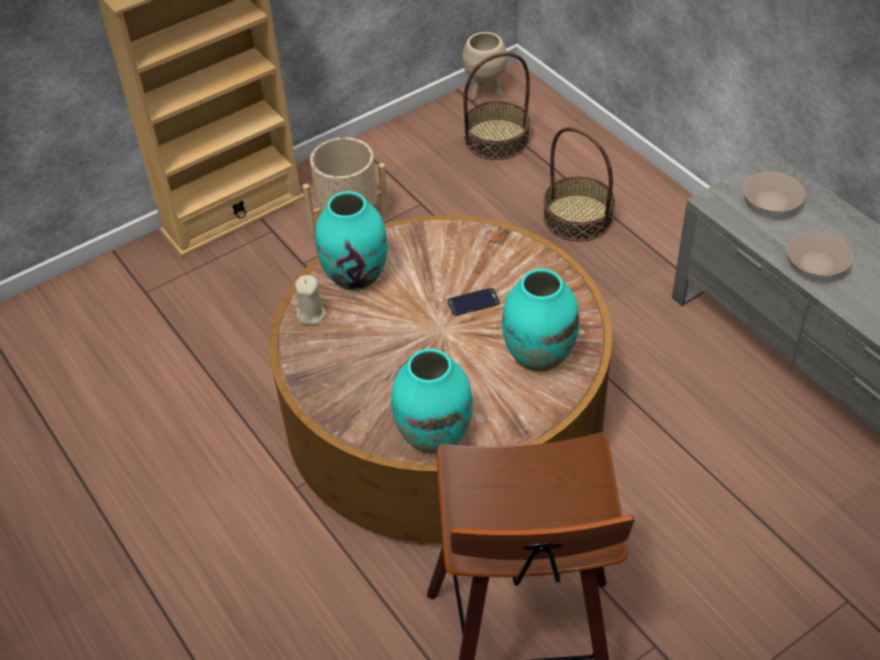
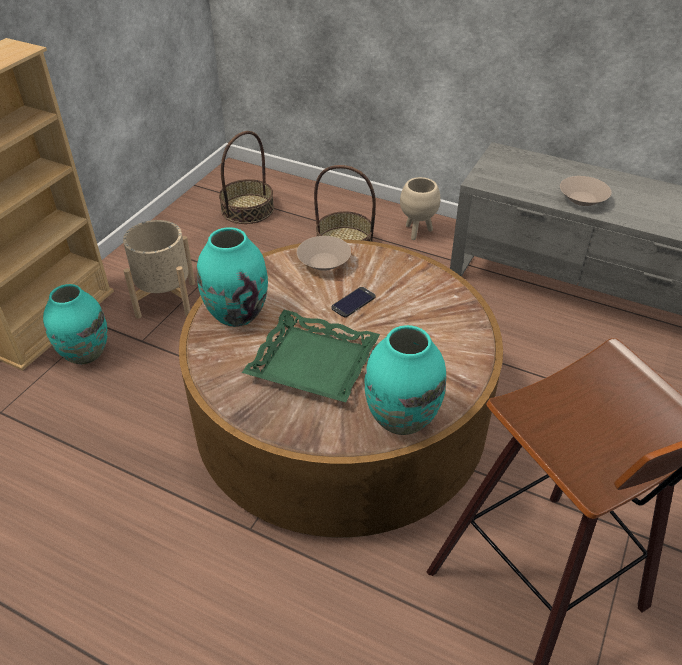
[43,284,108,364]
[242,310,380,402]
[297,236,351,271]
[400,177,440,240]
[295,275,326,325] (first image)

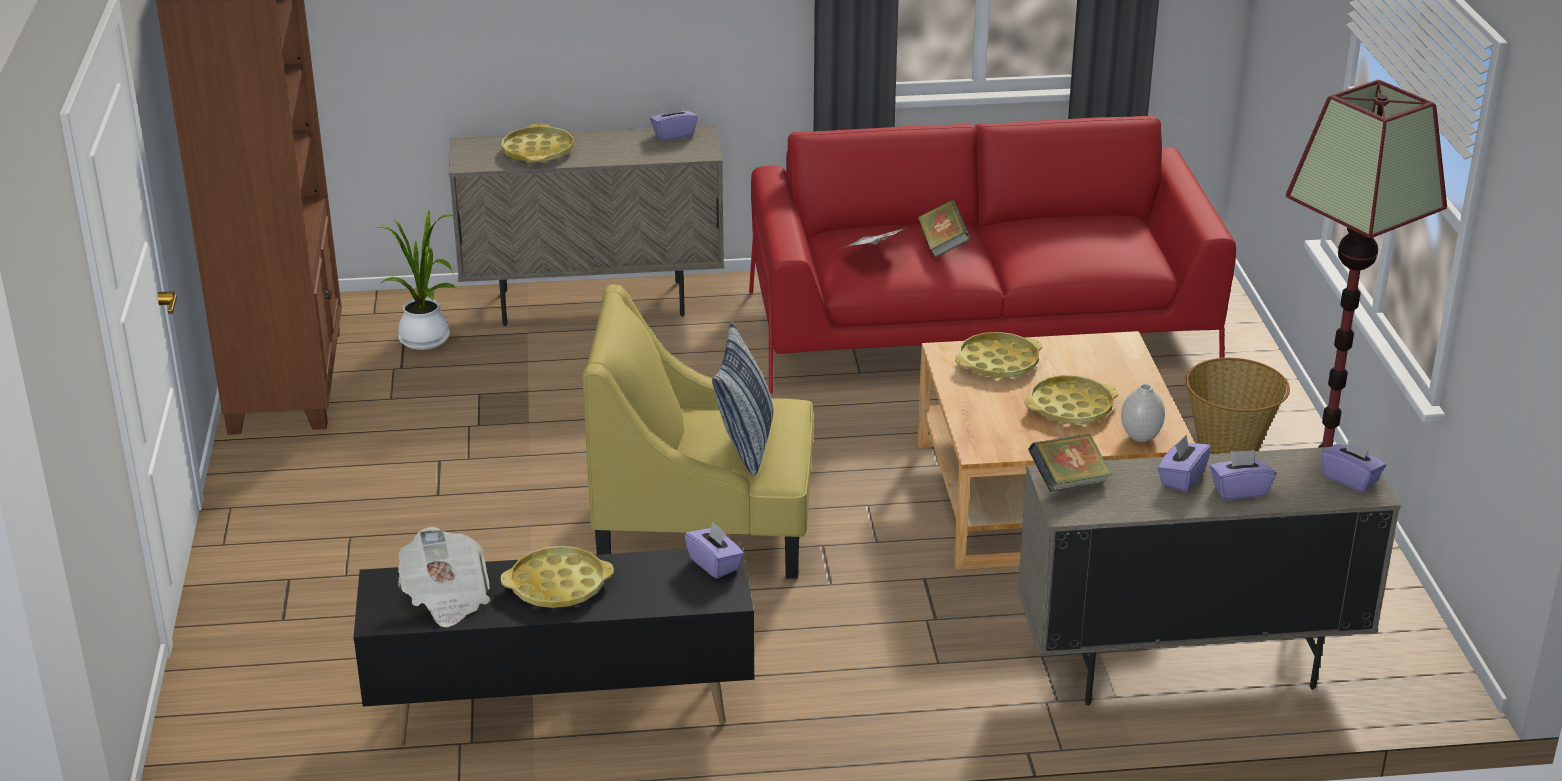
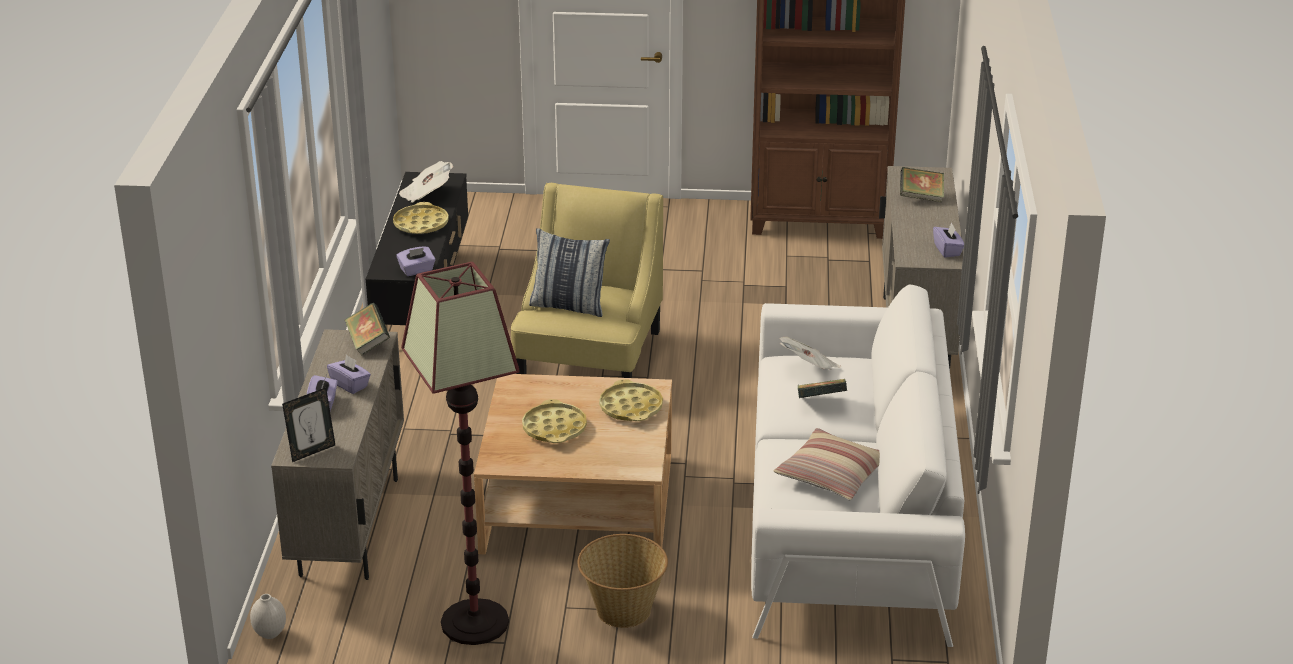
[250,594,286,639]
[282,387,335,462]
[751,284,965,647]
[773,428,880,500]
[900,167,944,202]
[376,209,458,350] (first image)

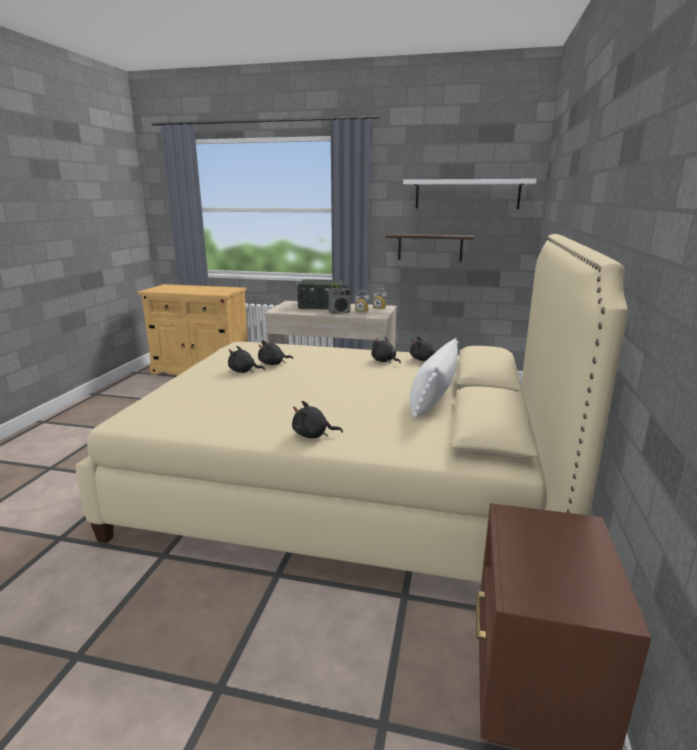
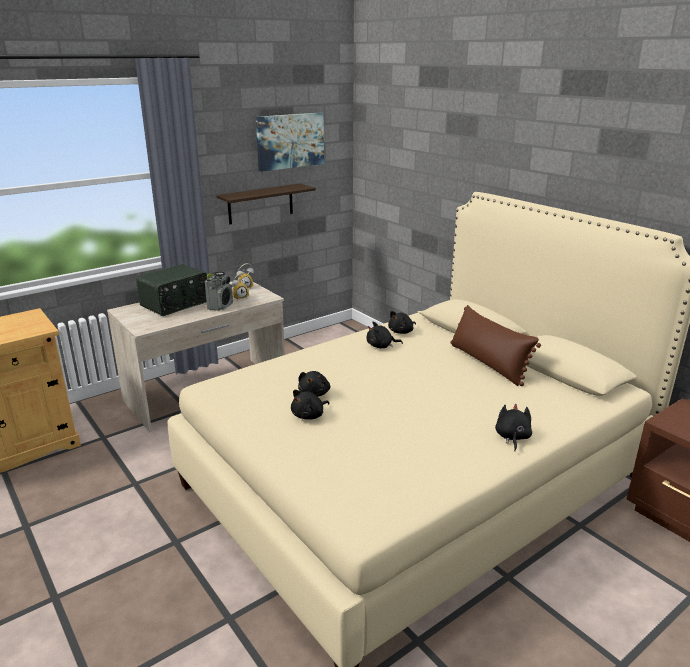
[256,112,324,172]
[450,305,541,386]
[495,404,532,451]

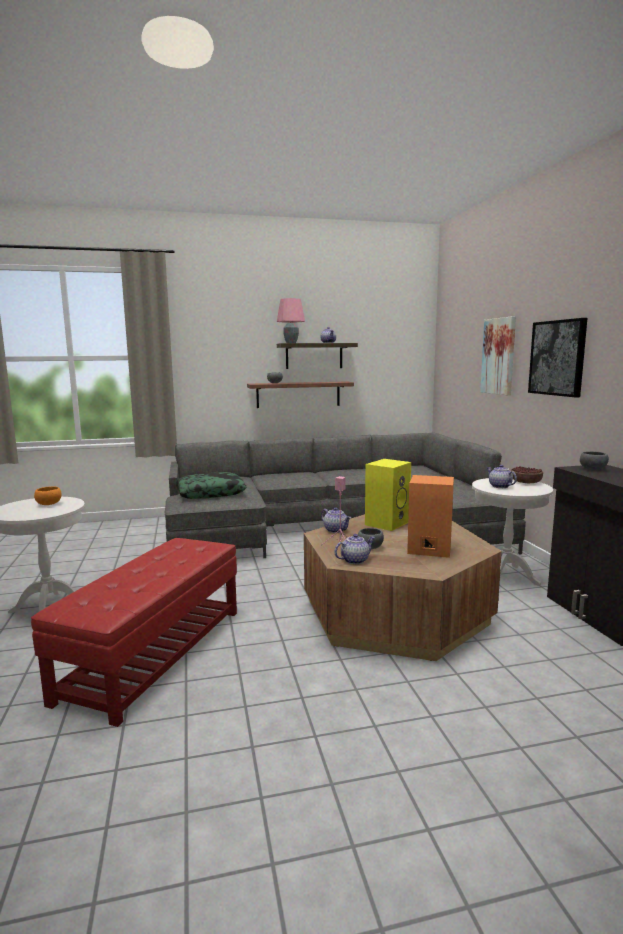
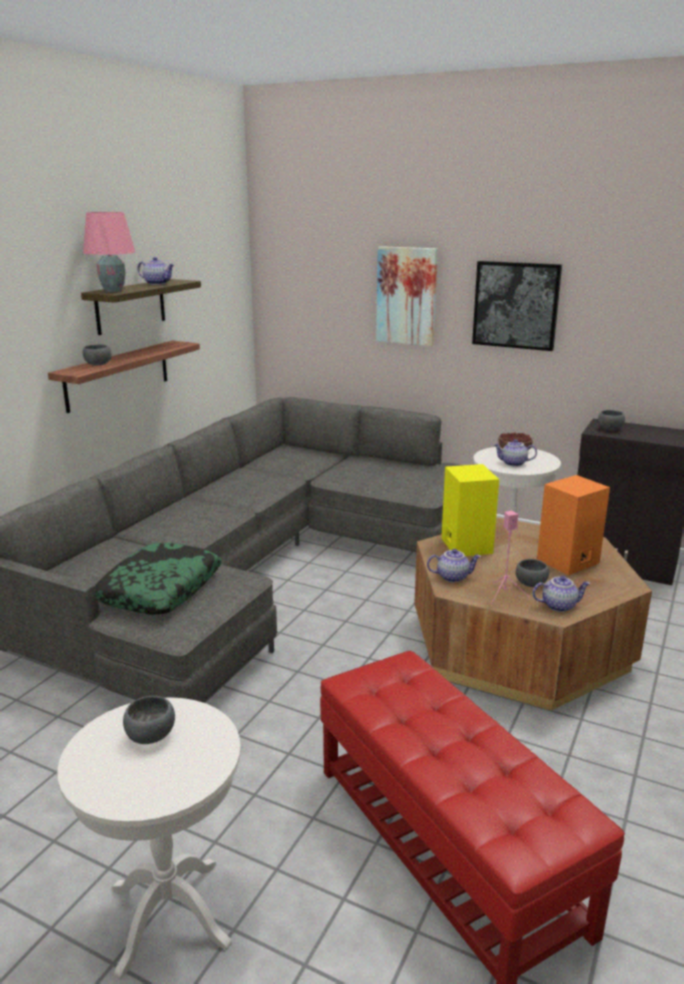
[123,696,175,744]
[532,576,590,612]

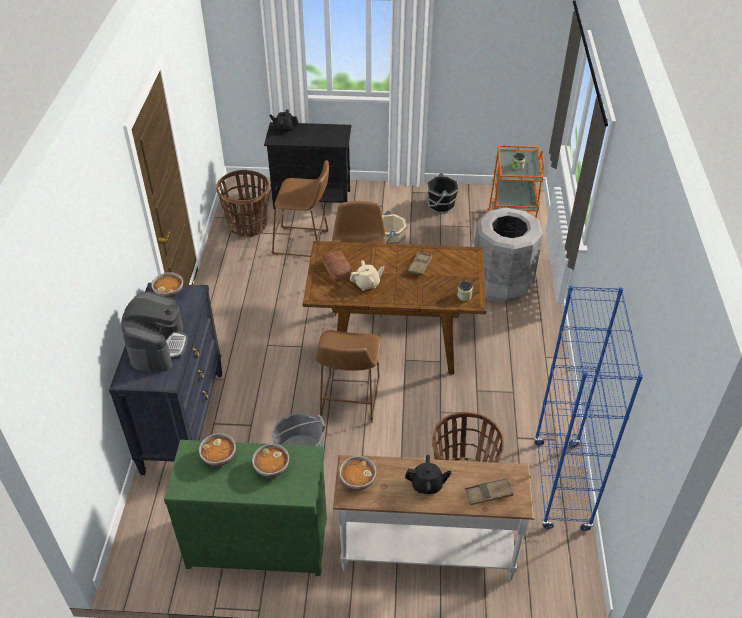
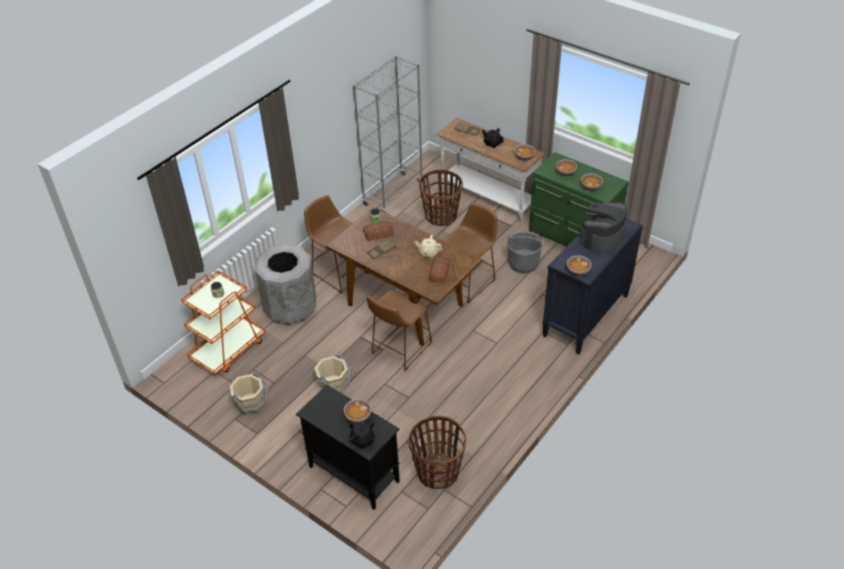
[229,373,267,415]
[304,195,369,294]
[344,399,371,423]
[353,56,423,213]
[363,221,394,241]

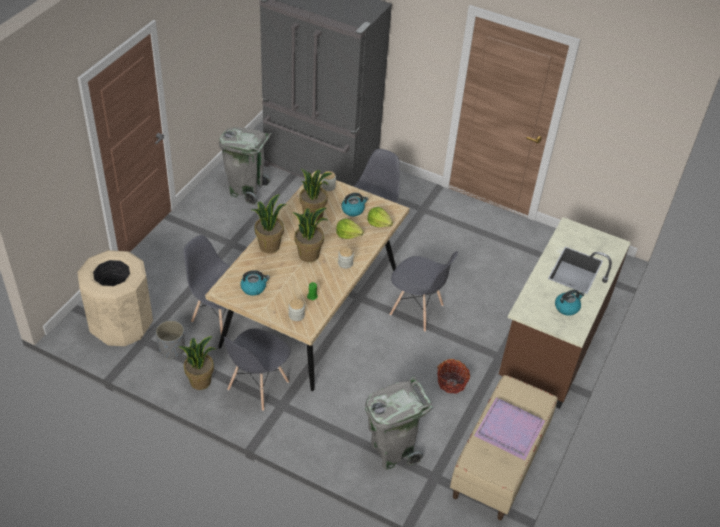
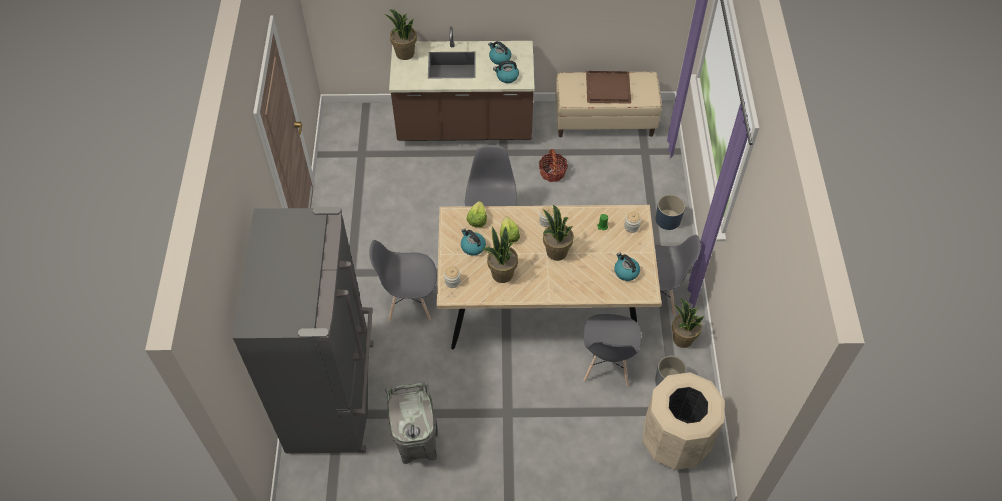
[384,9,417,60]
[493,60,519,83]
[586,71,631,104]
[655,195,685,230]
[365,376,433,470] (first image)

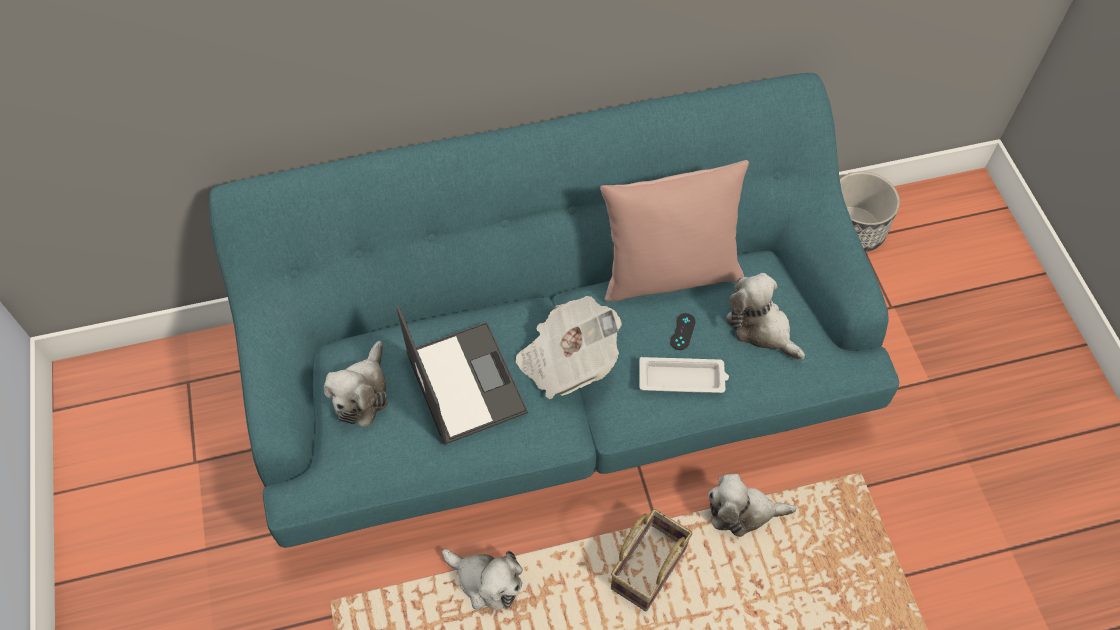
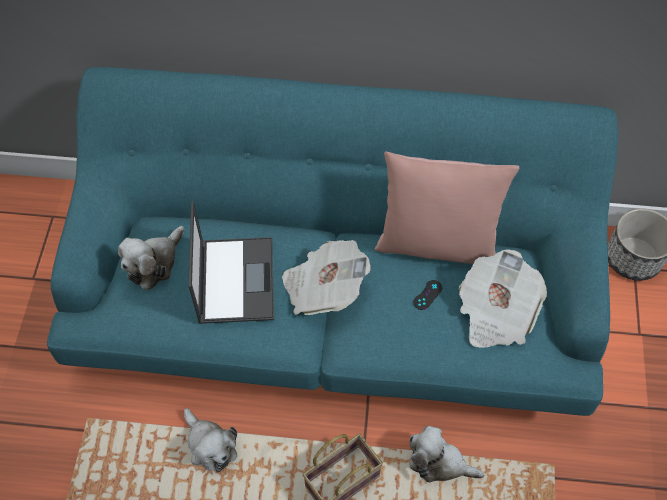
[458,249,547,348]
[639,357,729,393] (first image)

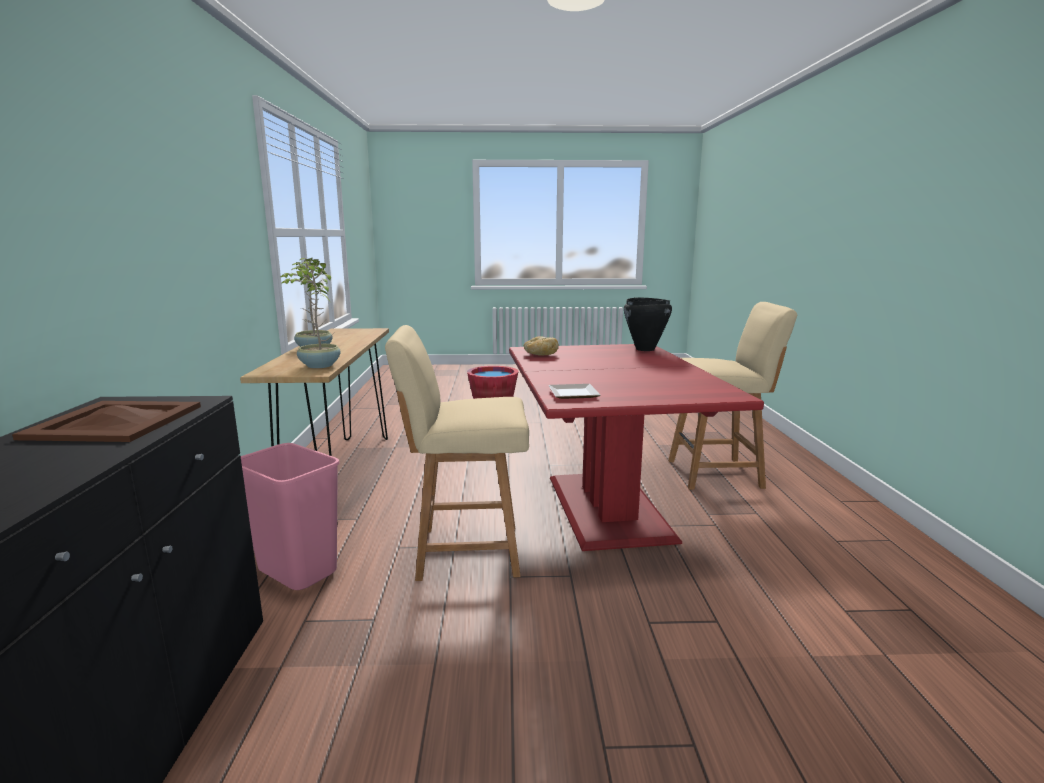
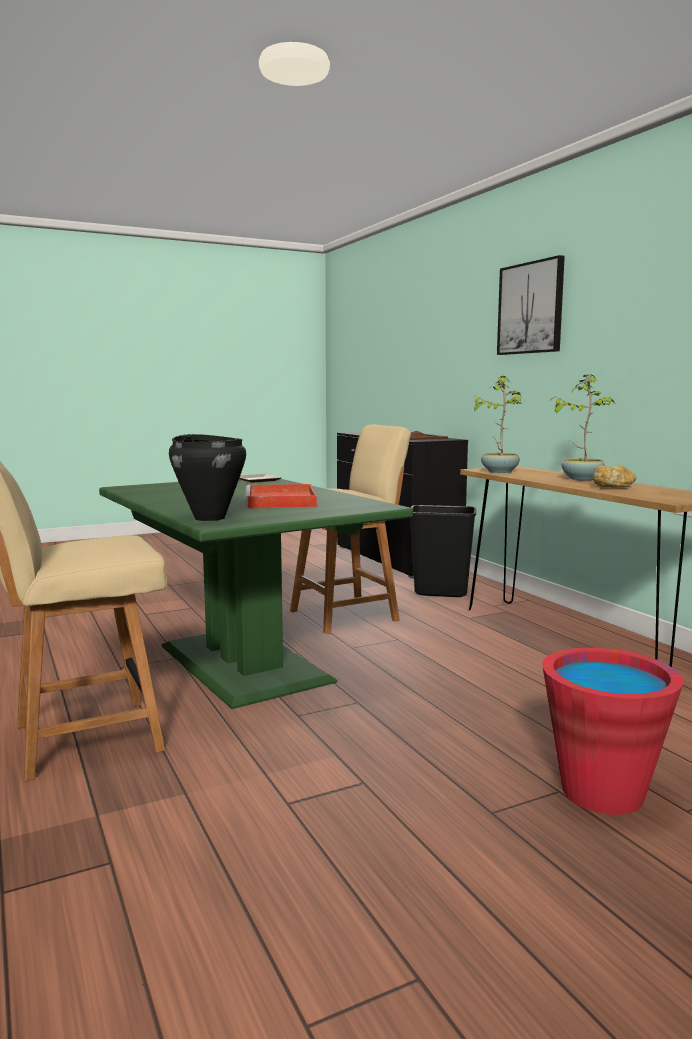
[99,479,413,709]
[244,484,317,509]
[410,505,476,597]
[497,255,565,355]
[593,466,636,488]

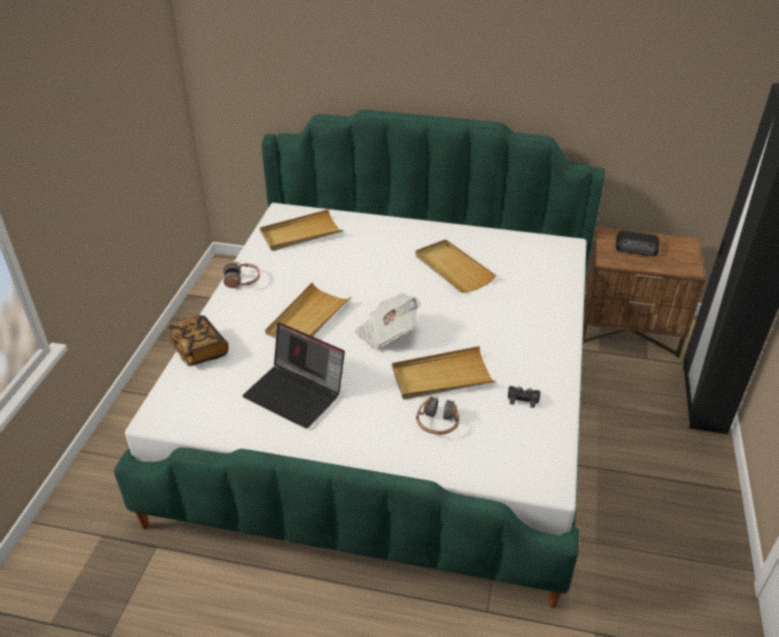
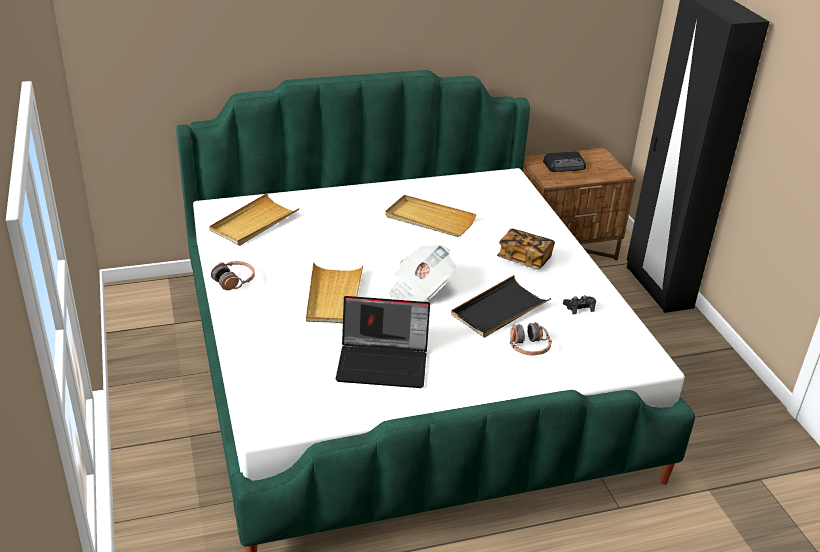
[451,275,551,338]
[497,229,555,269]

